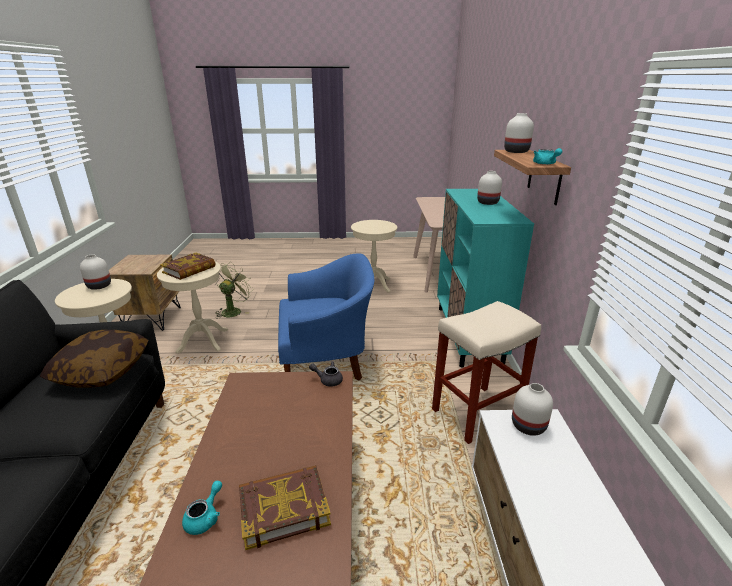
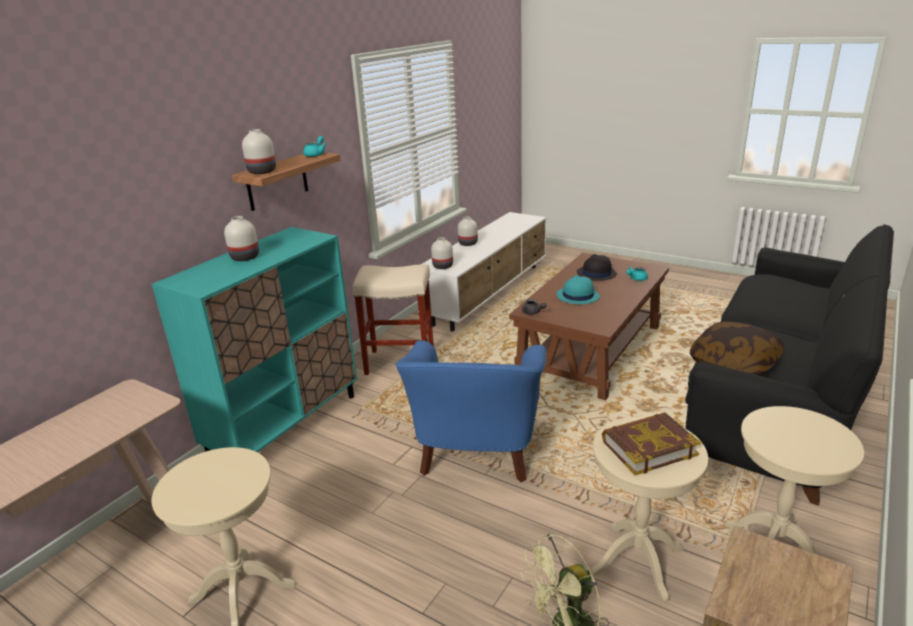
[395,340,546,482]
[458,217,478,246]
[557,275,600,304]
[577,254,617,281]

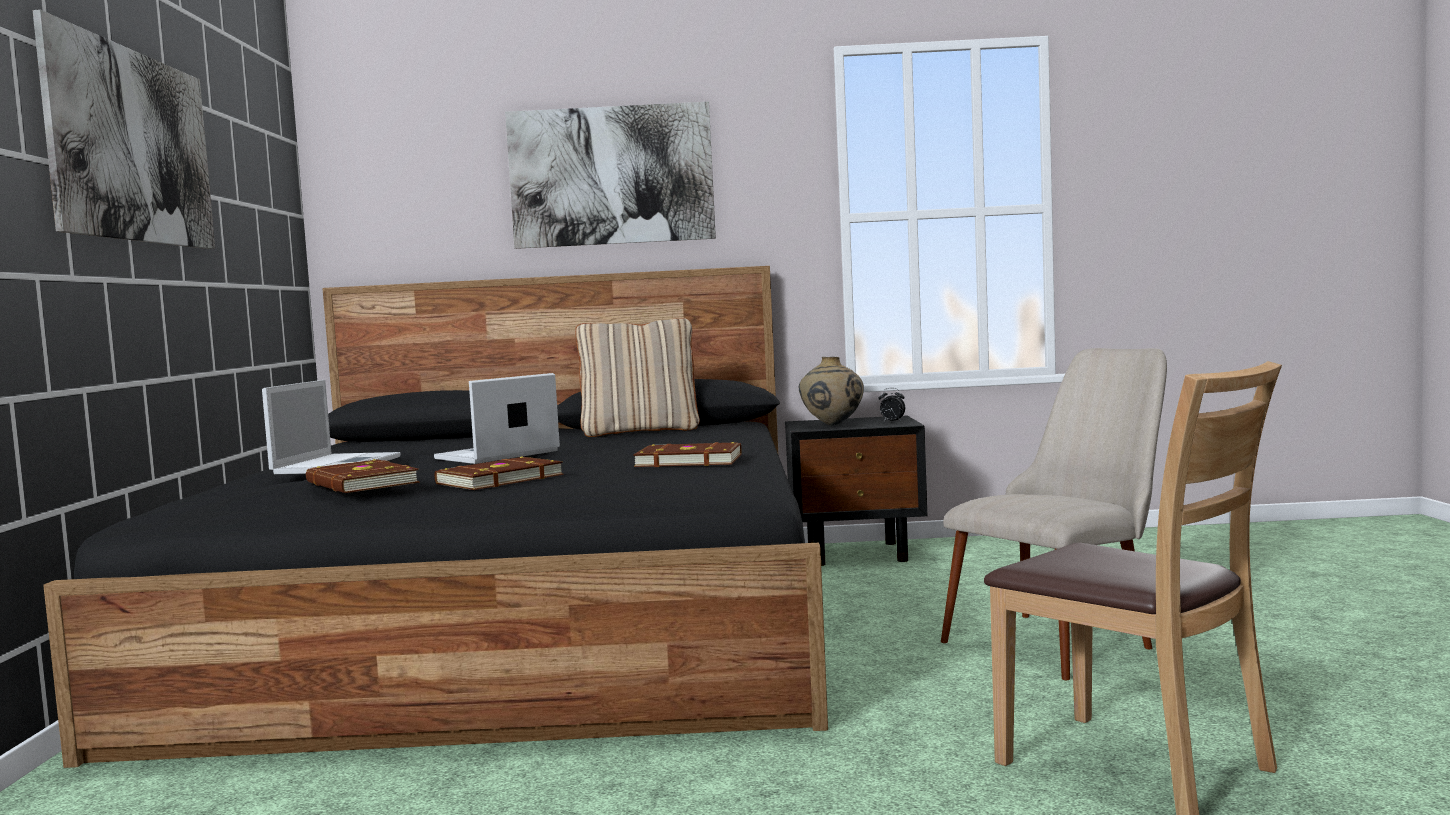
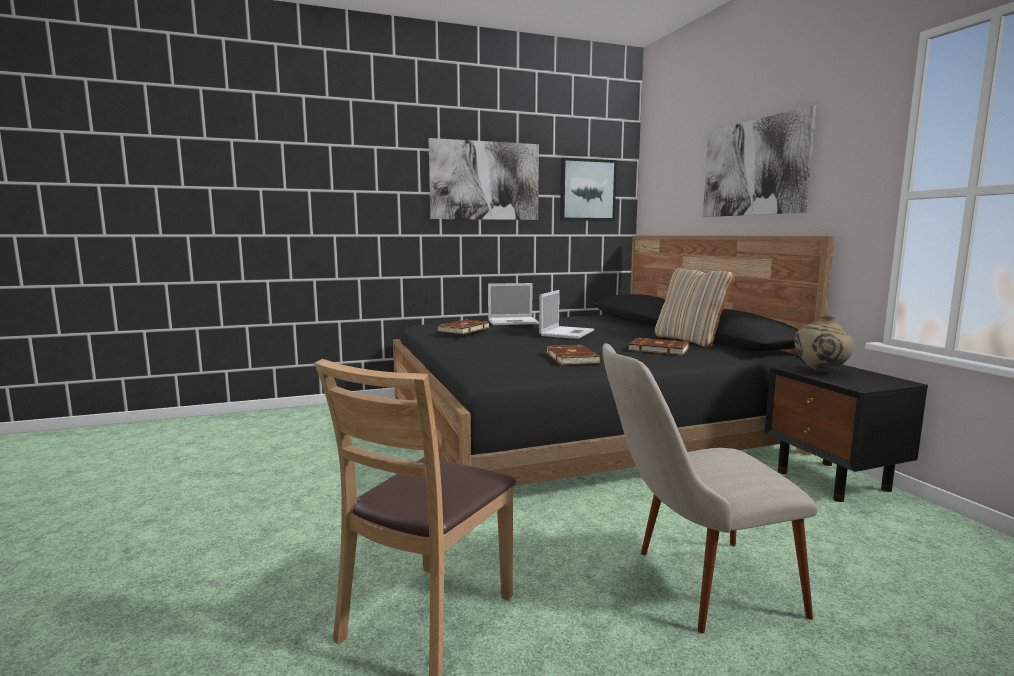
[539,290,594,339]
[560,158,617,221]
[602,343,817,633]
[628,338,689,355]
[878,388,905,422] (first image)

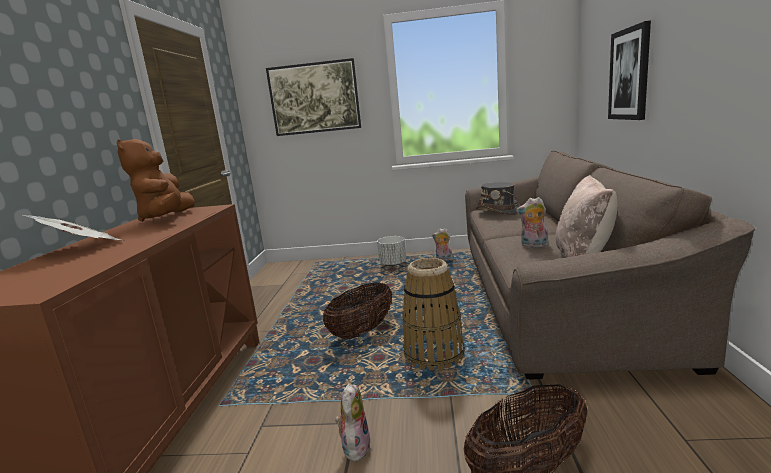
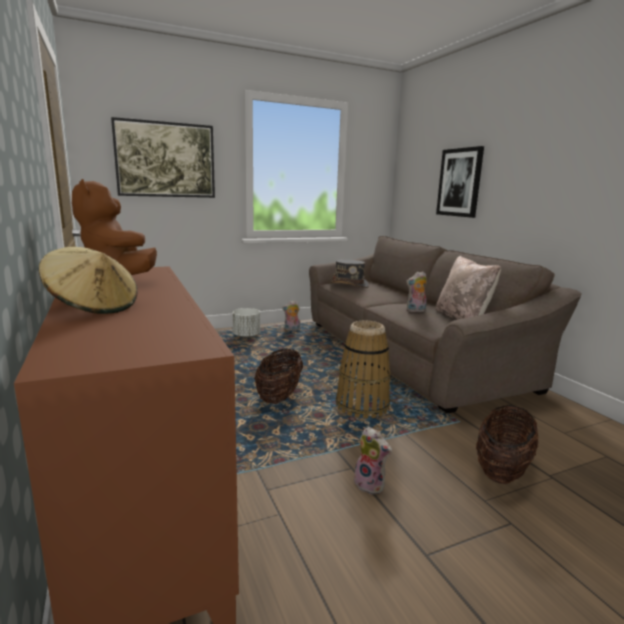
[39,247,138,314]
[352,427,392,495]

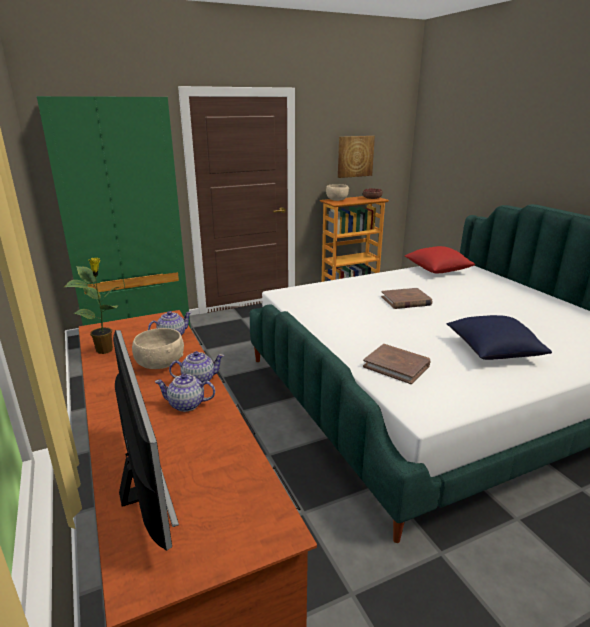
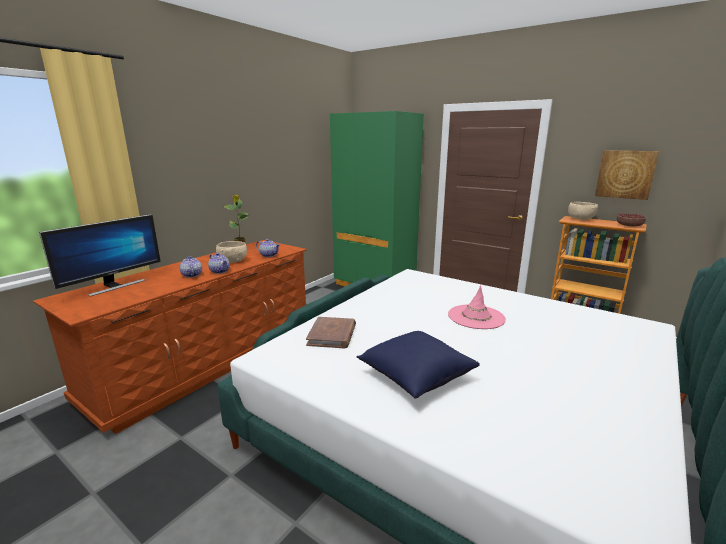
[448,285,506,329]
[405,246,475,273] (first image)

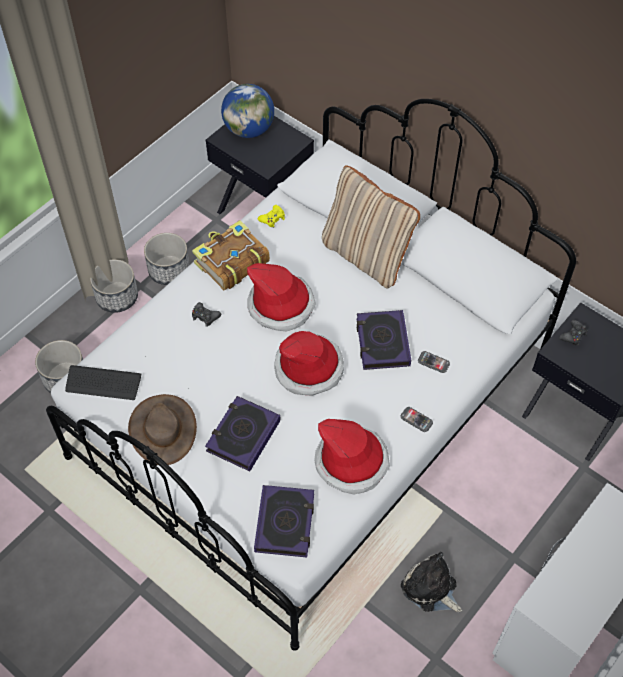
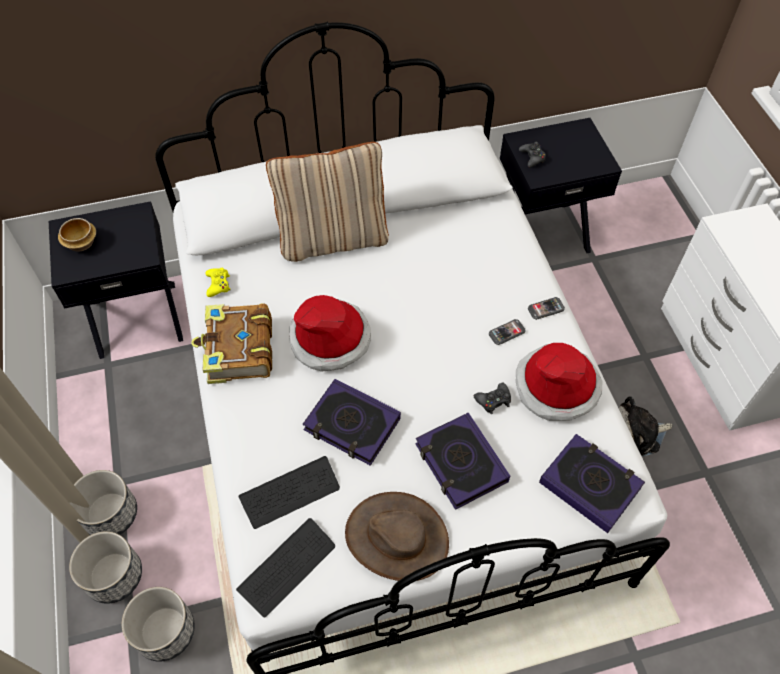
[58,218,96,252]
[69,531,142,604]
[239,456,340,529]
[303,379,401,466]
[474,383,511,414]
[489,319,526,345]
[274,331,344,396] (first image)

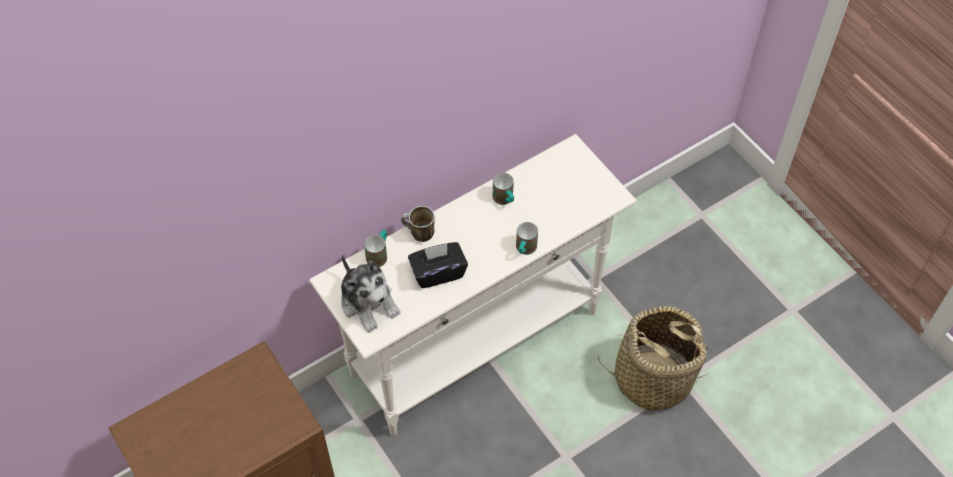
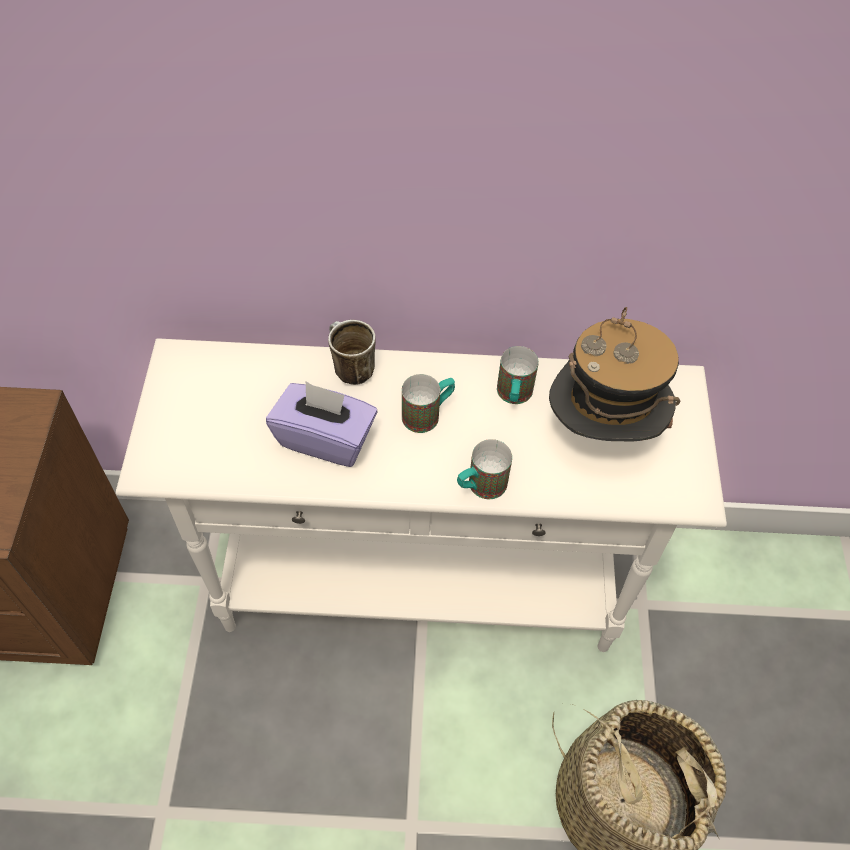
[266,381,378,467]
[402,374,455,433]
[549,307,681,442]
[341,255,400,333] (first image)

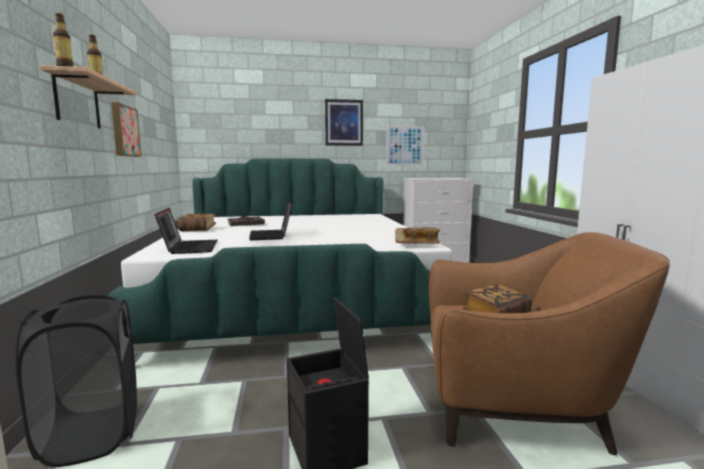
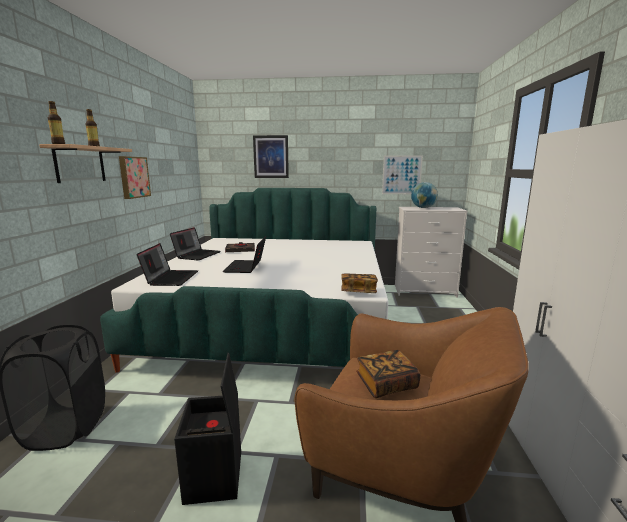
[170,227,221,261]
[253,135,289,178]
[411,182,438,208]

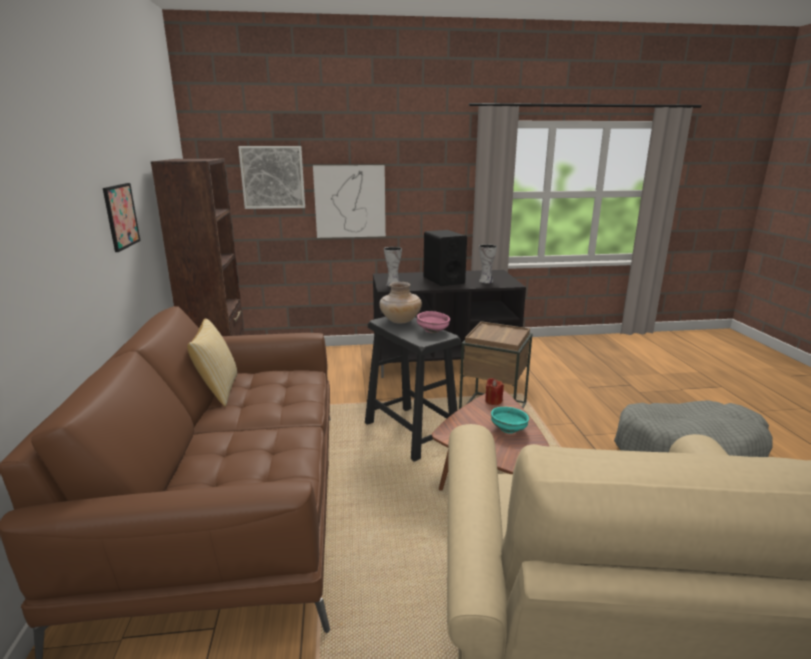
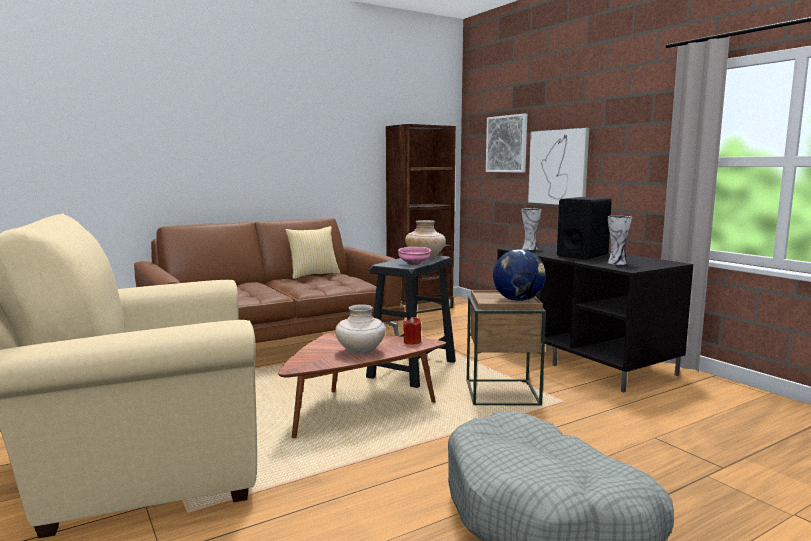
[335,304,386,354]
[493,249,546,301]
[103,183,140,252] (first image)

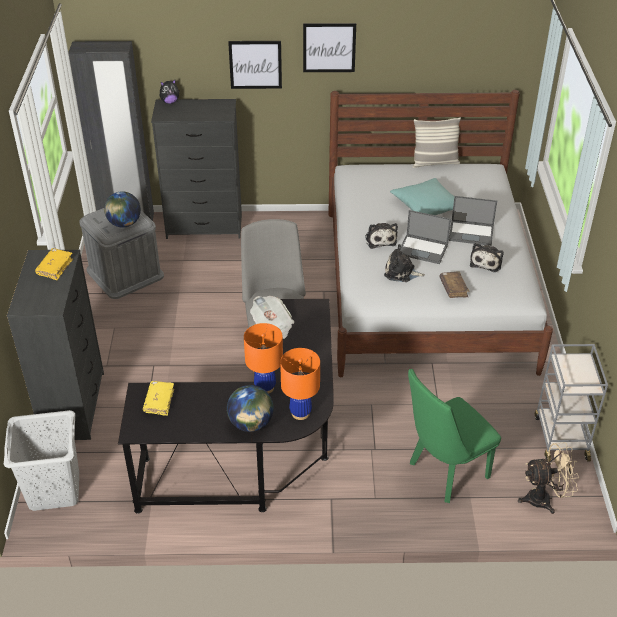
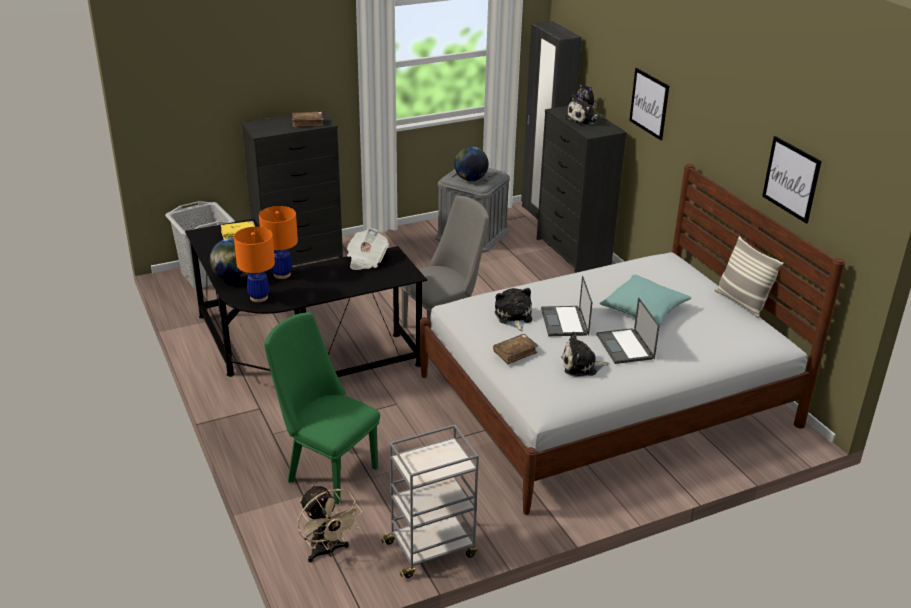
[292,112,323,127]
[565,95,598,125]
[762,136,822,224]

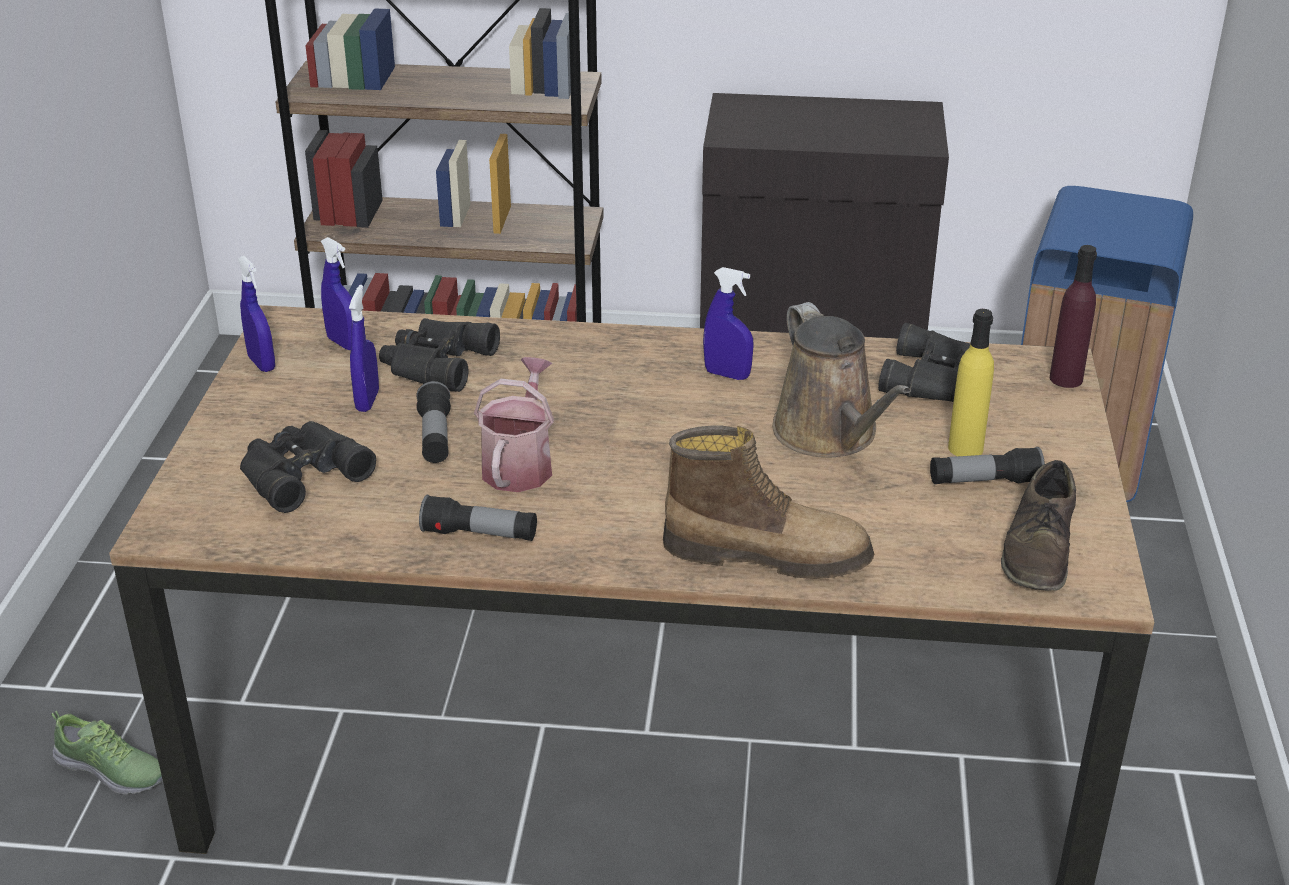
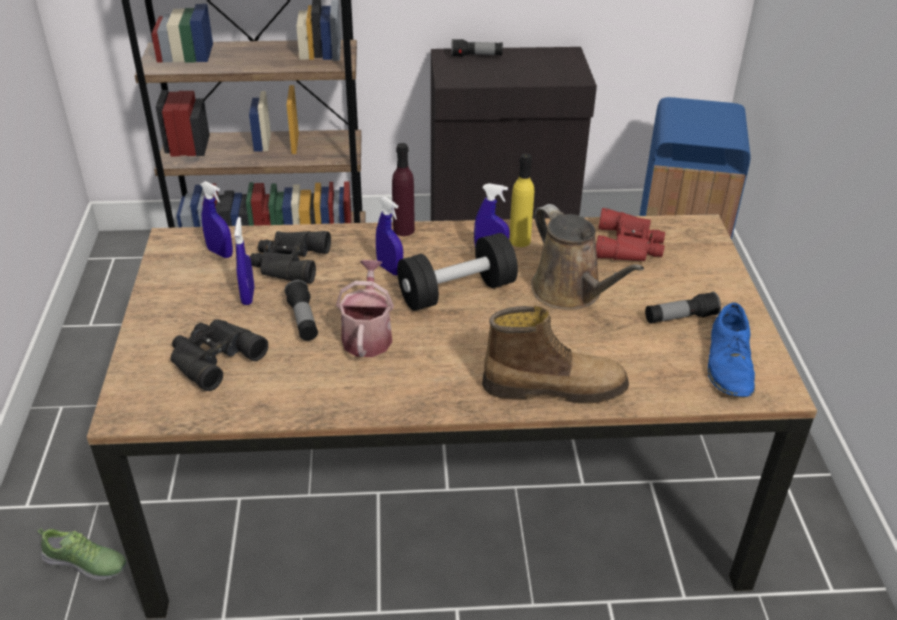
[376,197,403,275]
[392,143,415,236]
[397,233,518,311]
[451,39,503,57]
[509,153,534,247]
[596,208,665,261]
[708,303,755,397]

